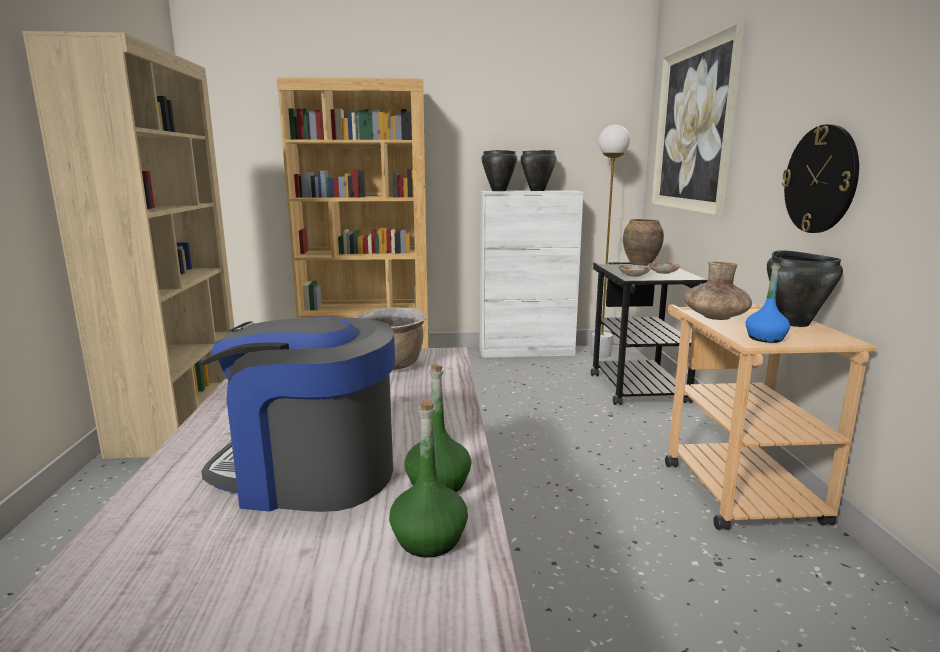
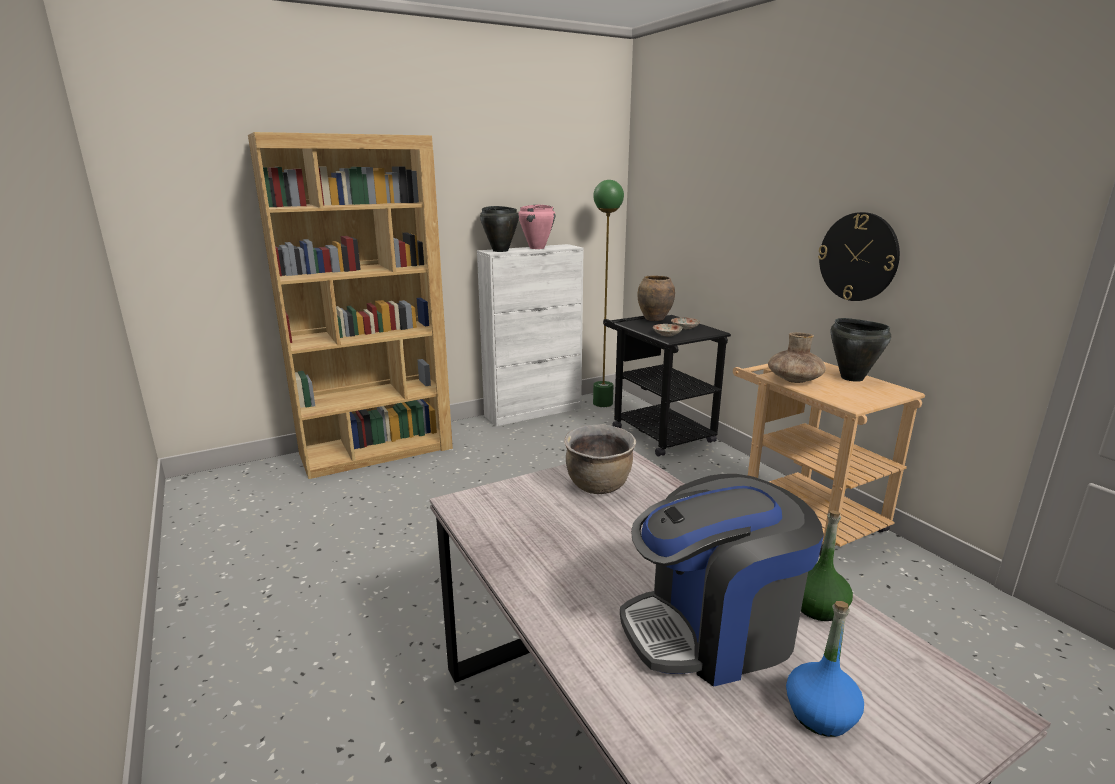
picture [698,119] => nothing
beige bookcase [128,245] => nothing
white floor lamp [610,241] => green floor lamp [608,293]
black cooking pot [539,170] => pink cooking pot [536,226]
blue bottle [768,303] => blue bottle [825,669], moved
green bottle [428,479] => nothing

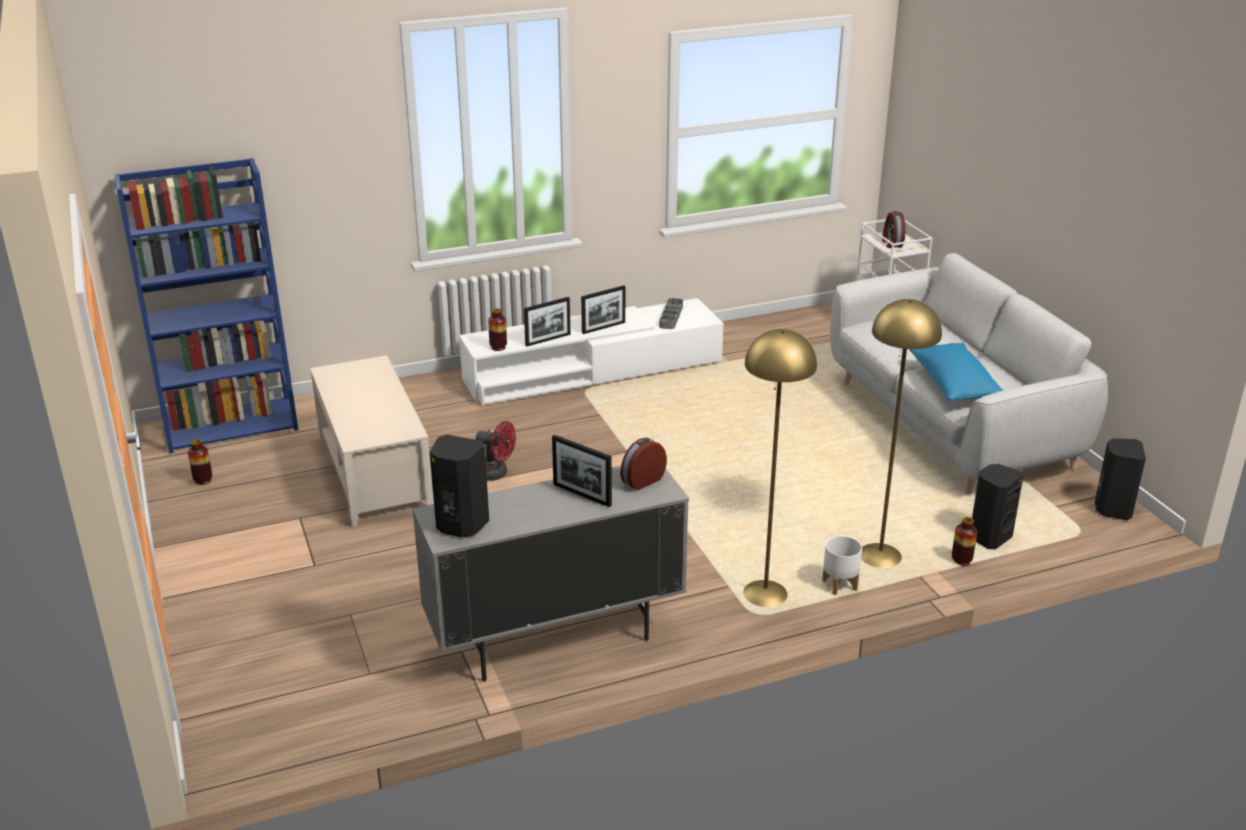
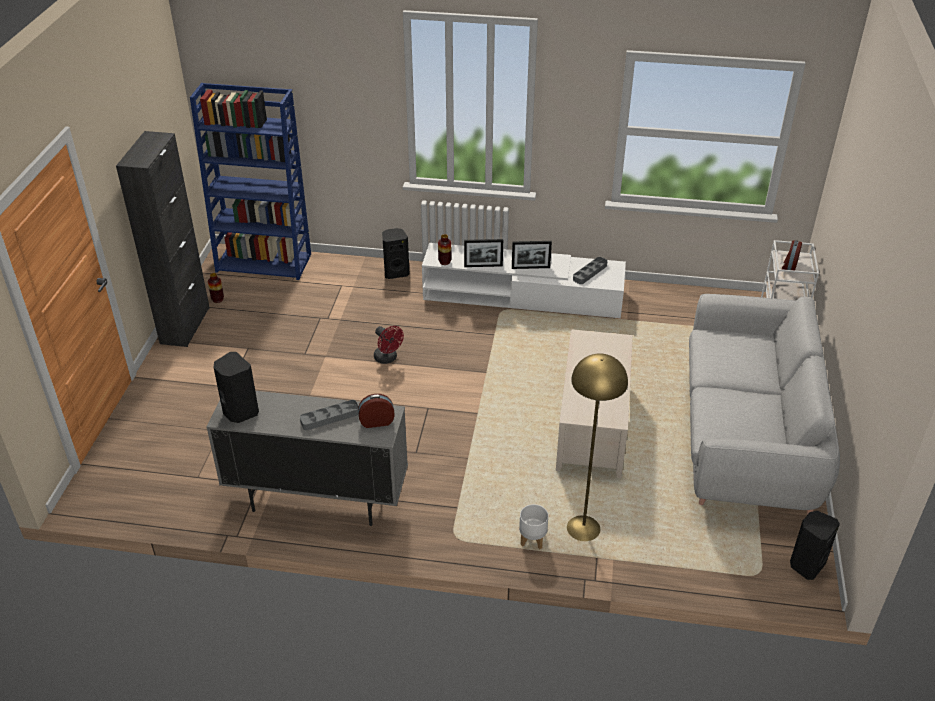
yellow floor lamp [780,468] => nothing
blue pillow [956,372] => nothing
beige coffee table [372,441] => beige coffee table [594,403], moved
picture frame [582,471] => grey tray [329,415]
black speaker [998,506] => black speaker [395,253], moved
vase [964,541] => nothing
nothing => black cabinet [163,239]

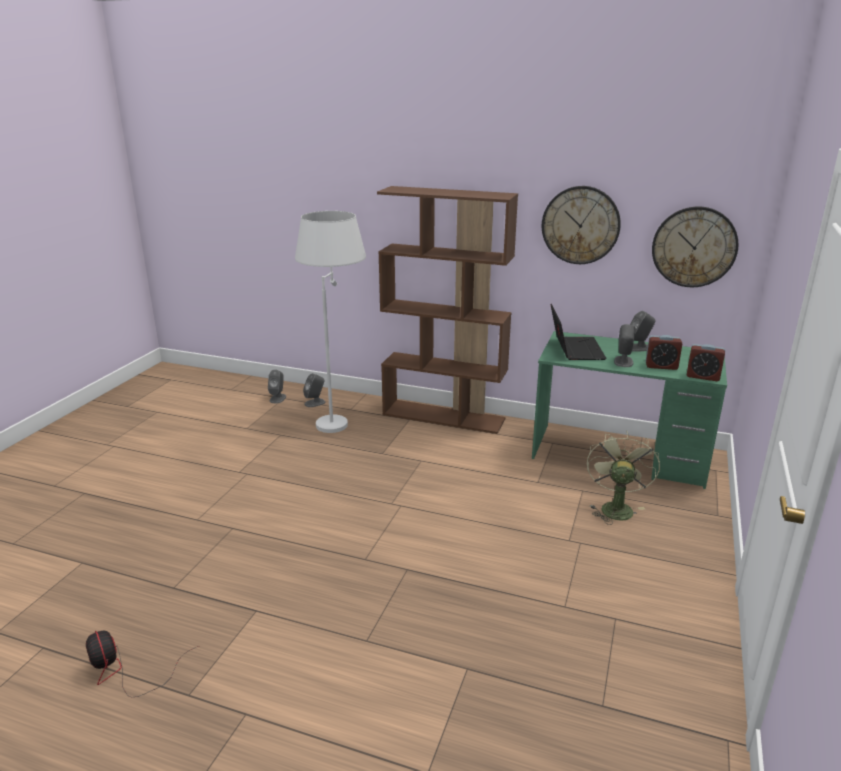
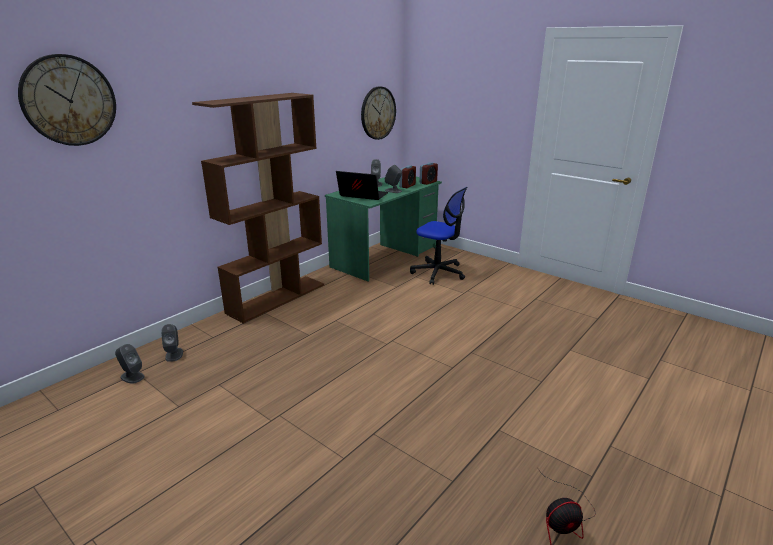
wall clock [581,225] => wall clock [67,100], moved
white floor lamp [330,322] => nothing
green fan [623,478] => office chair [438,236]

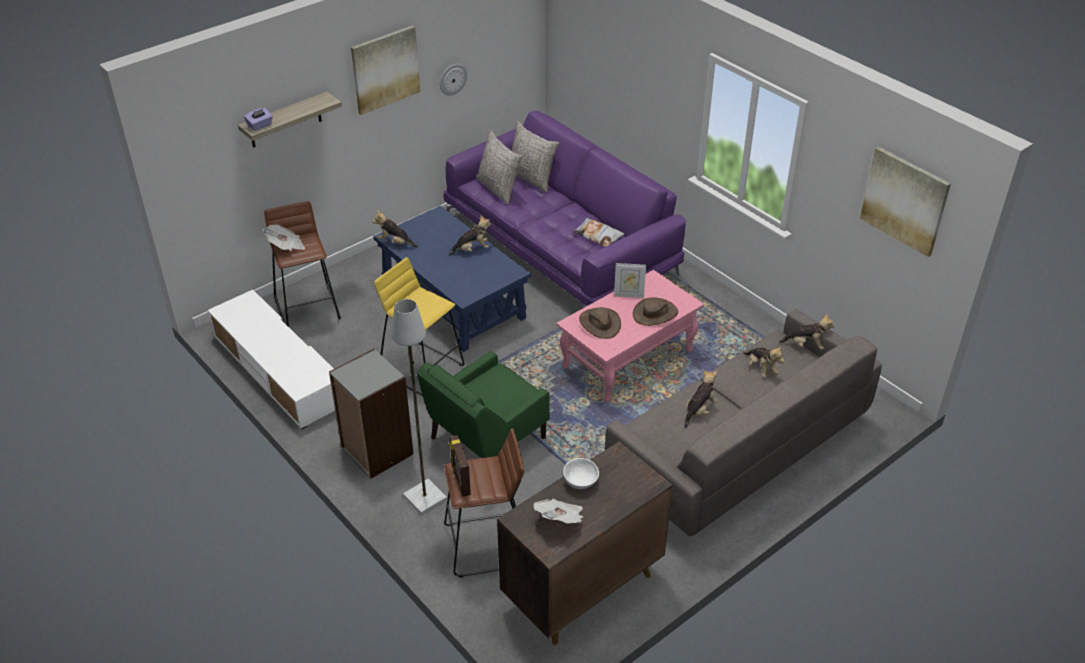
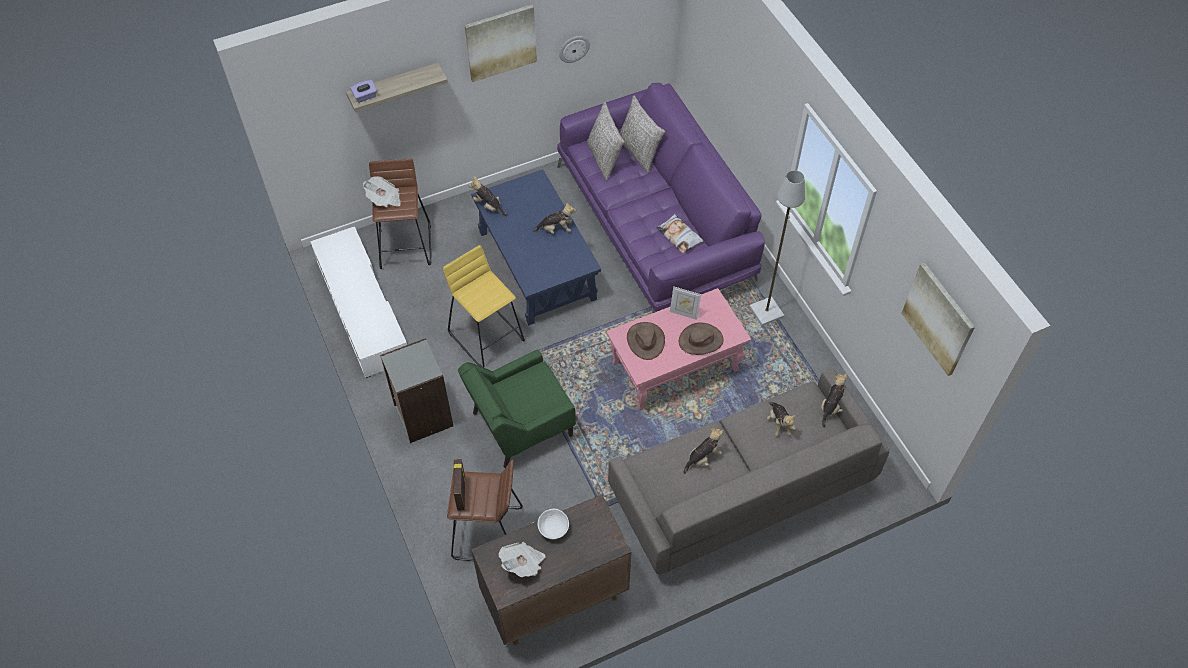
grey floor lamp [419,407] => grey floor lamp [777,248], moved
plush toy [807,331] => plush toy [834,400], 90 degrees counterclockwise

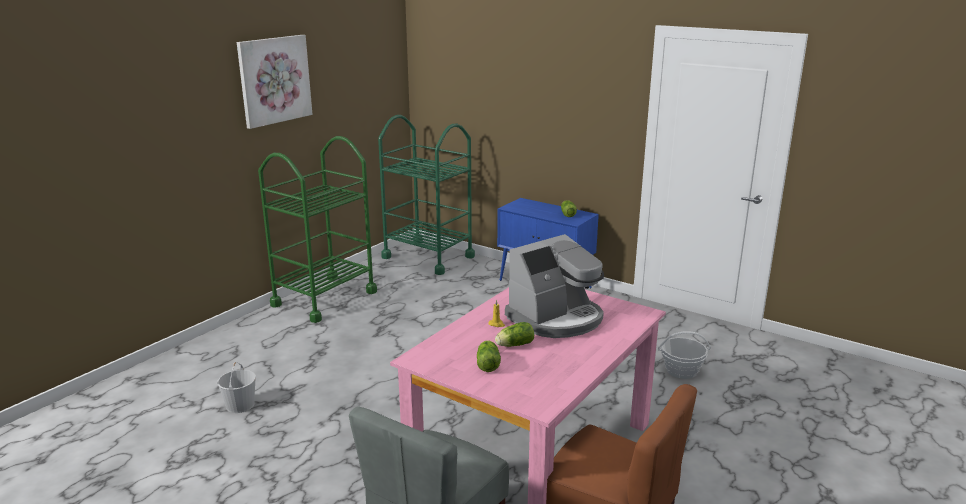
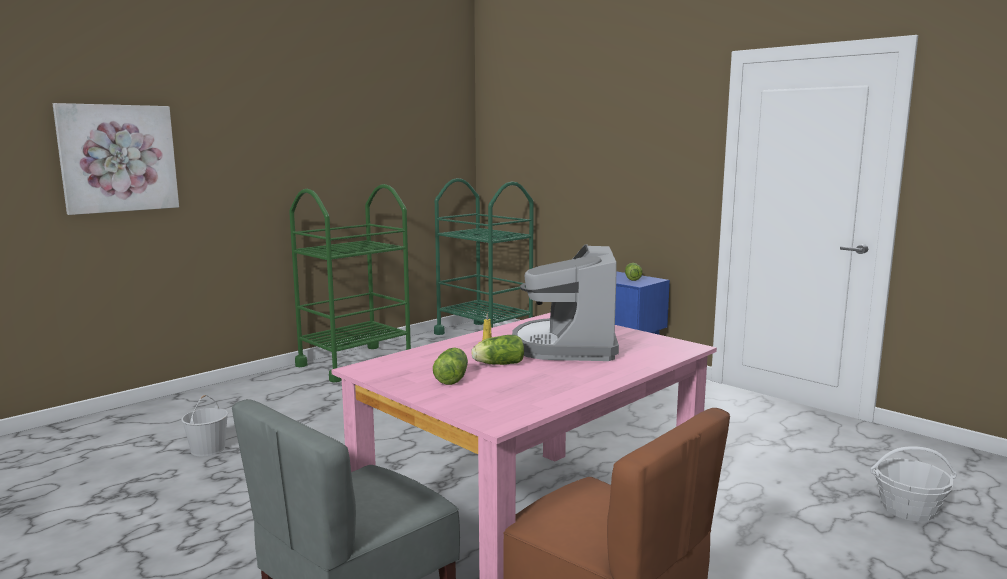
picture [275,82] => picture [116,159], moved
coffee machine [554,286] => coffee machine [565,302], 120 degrees clockwise
basket [684,355] => basket [913,484], moved

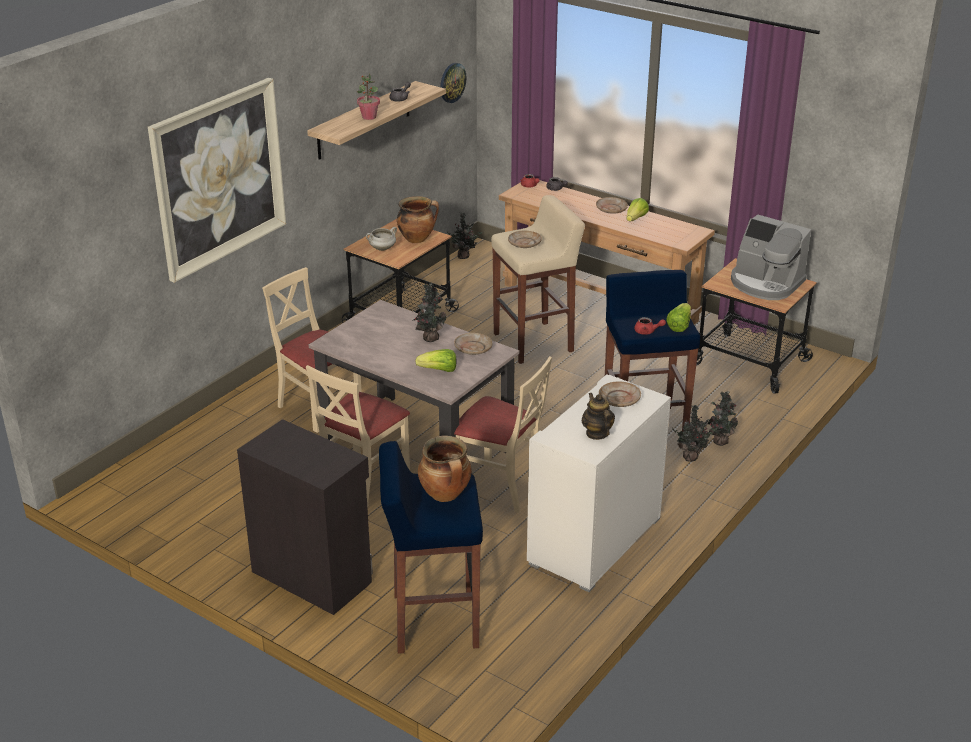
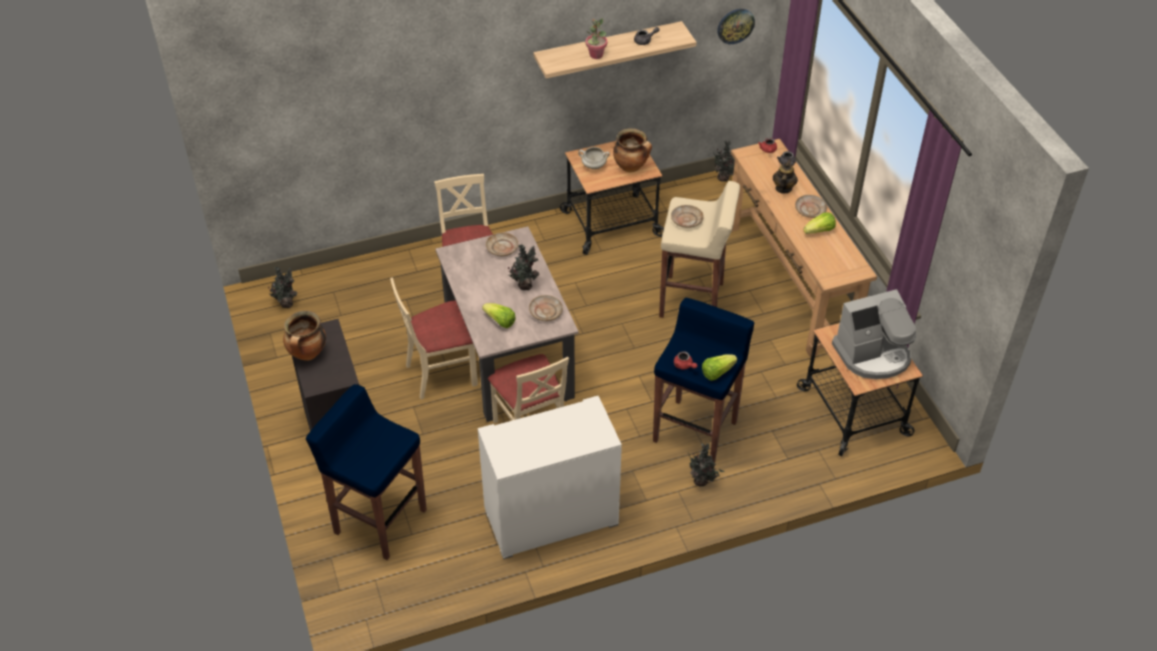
picture [217,180] => nothing
coffee machine [771,257] => coffee machine [874,334], 90 degrees counterclockwise
beige plate [620,394] => beige plate [502,244], moved
potted plant [723,418] => potted plant [282,287], moved
teapot [598,416] => teapot [785,176], moved
cooking pot [445,468] => cooking pot [304,336], moved

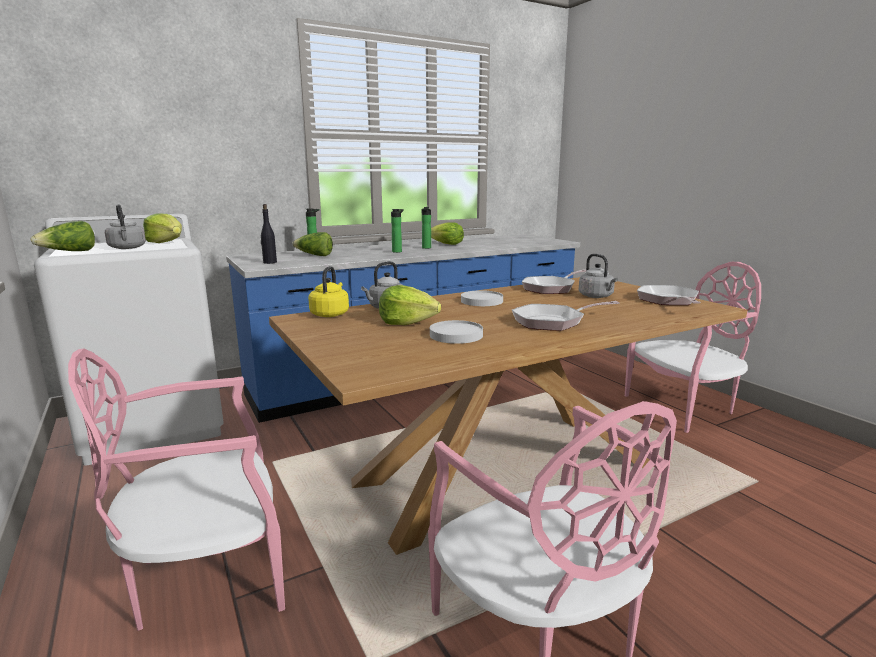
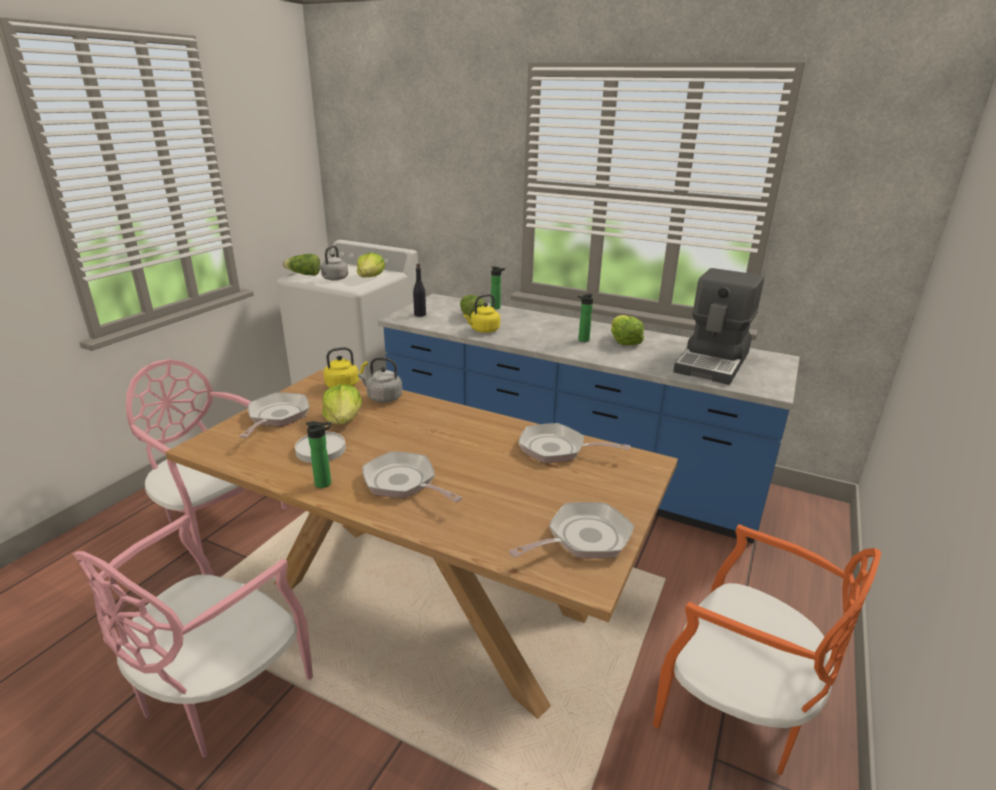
bottle [397,231] => bottle [318,454], moved
grey kettle [598,276] => nothing
pink chair [693,347] => orange chair [767,649]
white plate [482,298] => nothing
nothing => coffee machine [718,326]
nothing => yellow kettle [481,313]
nothing => frying pan [274,415]

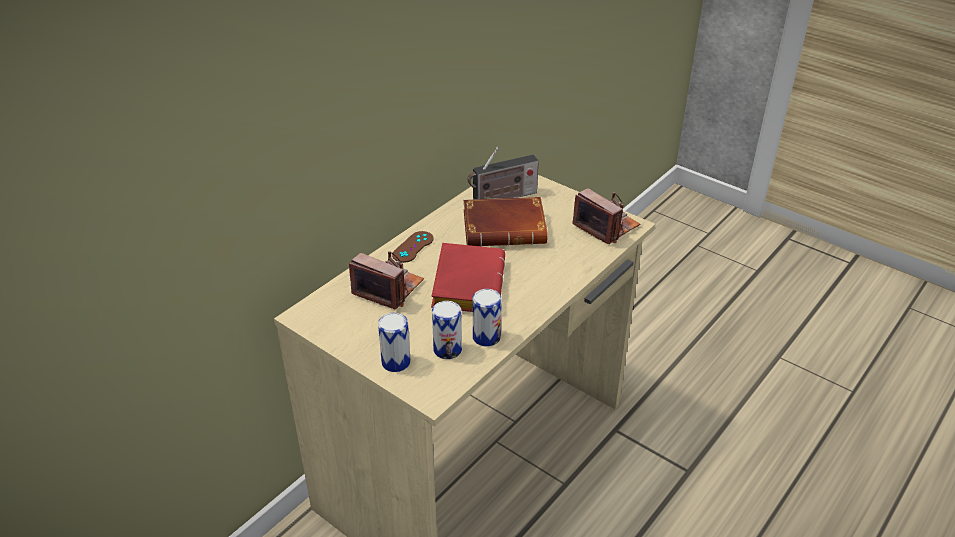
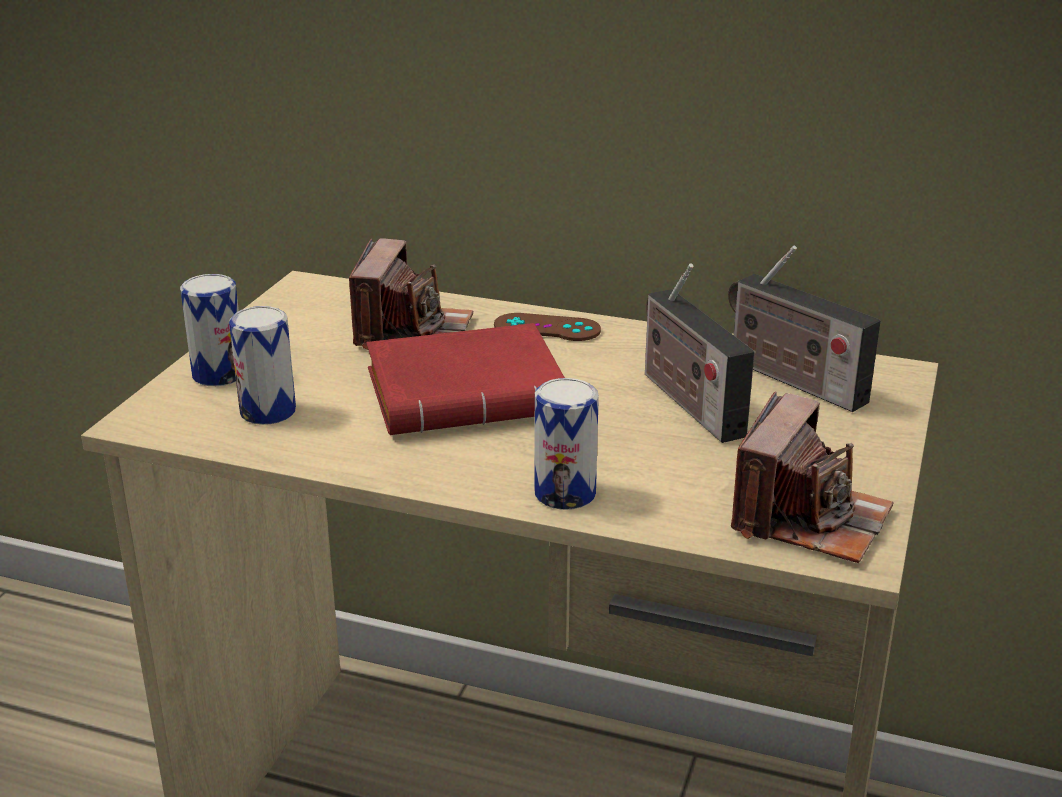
brown book [505,222] => radio [700,353]
can [487,318] => can [567,444], moved

